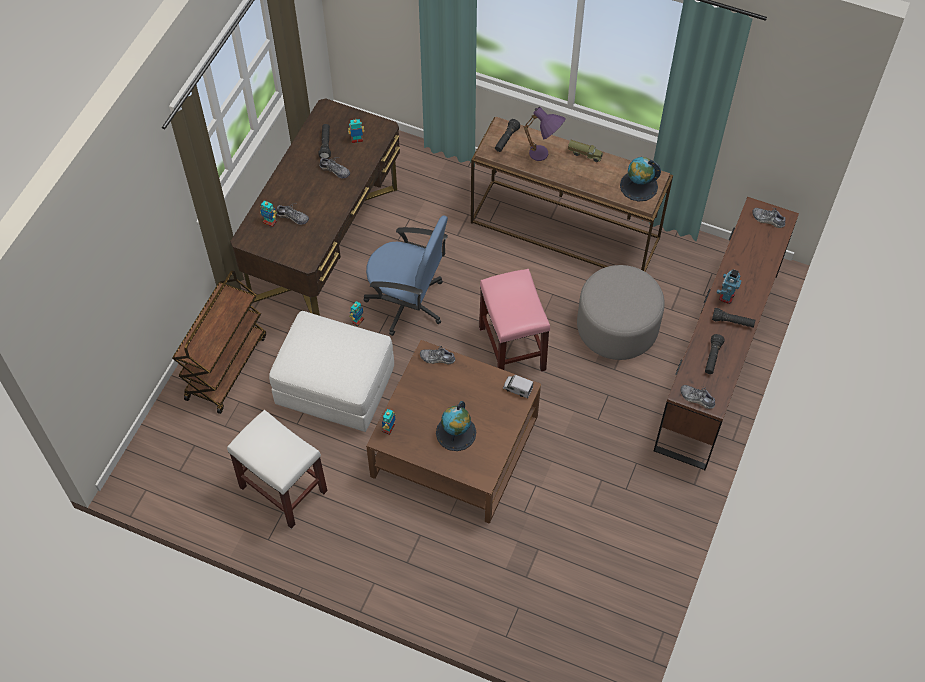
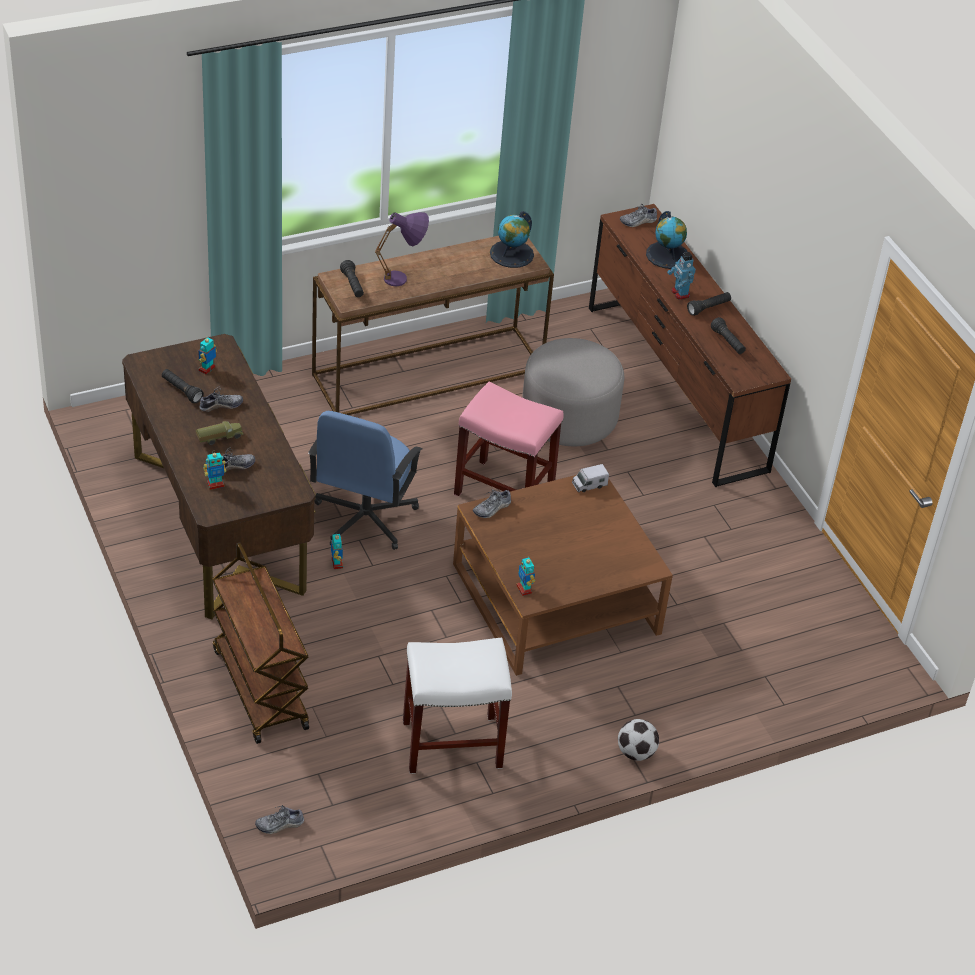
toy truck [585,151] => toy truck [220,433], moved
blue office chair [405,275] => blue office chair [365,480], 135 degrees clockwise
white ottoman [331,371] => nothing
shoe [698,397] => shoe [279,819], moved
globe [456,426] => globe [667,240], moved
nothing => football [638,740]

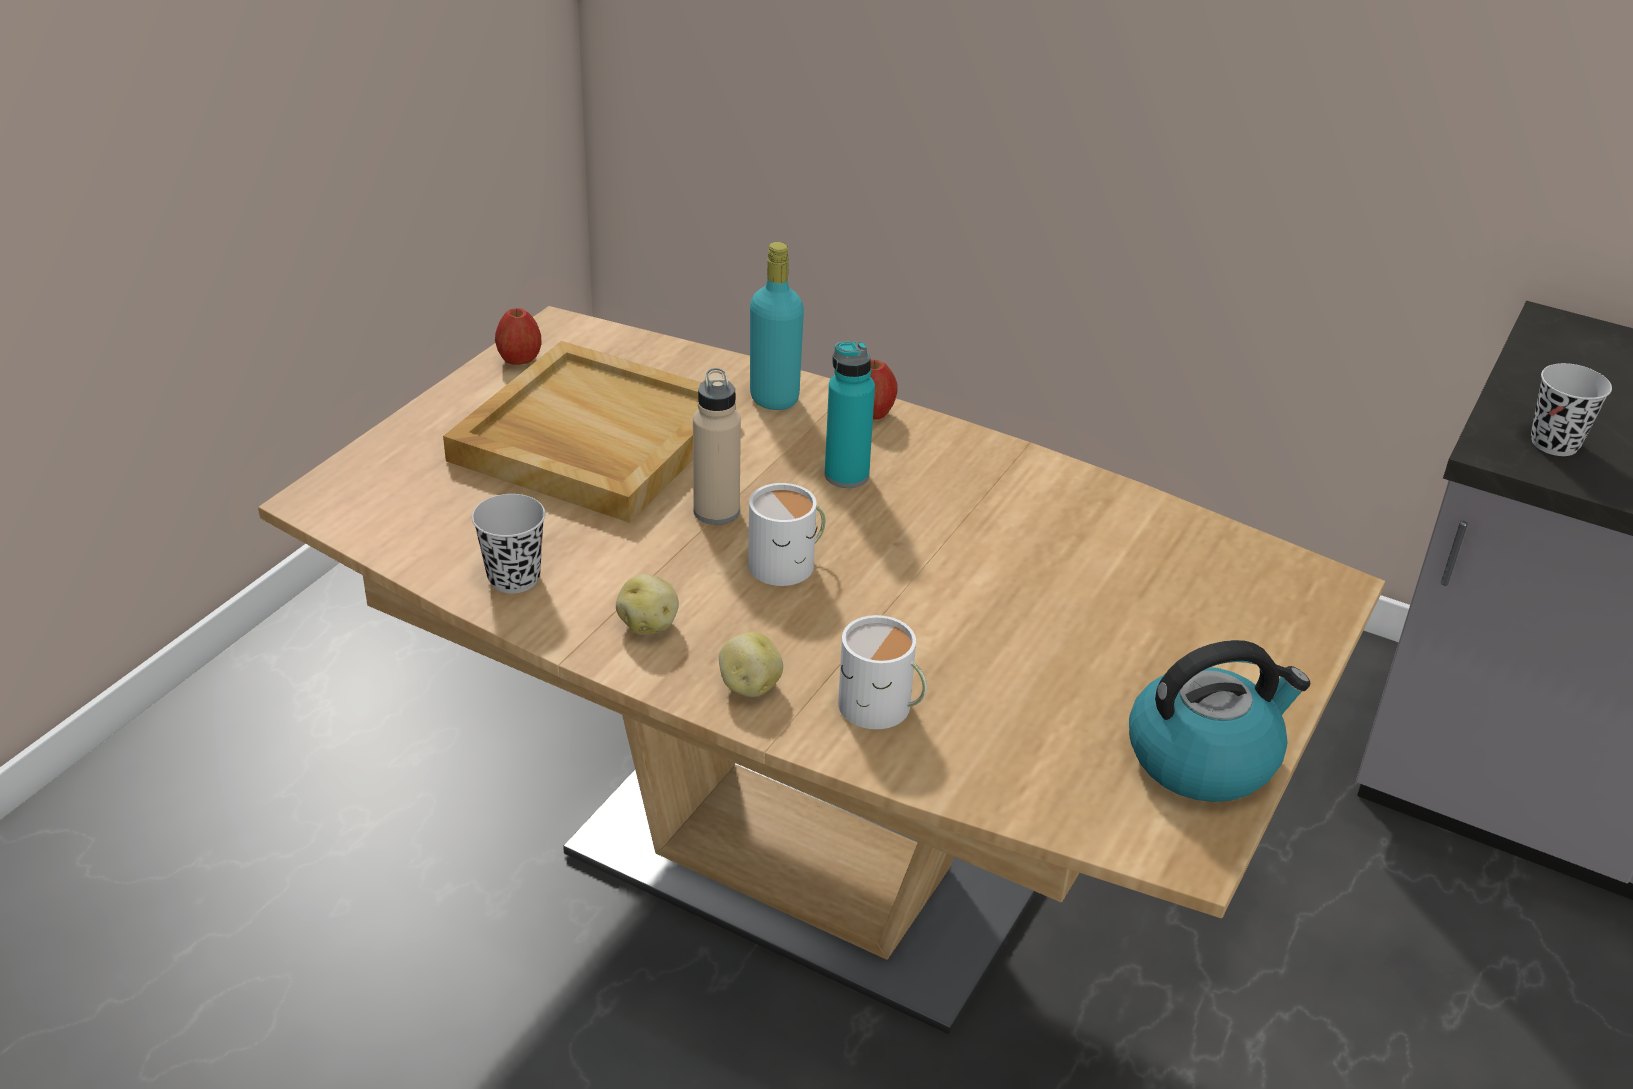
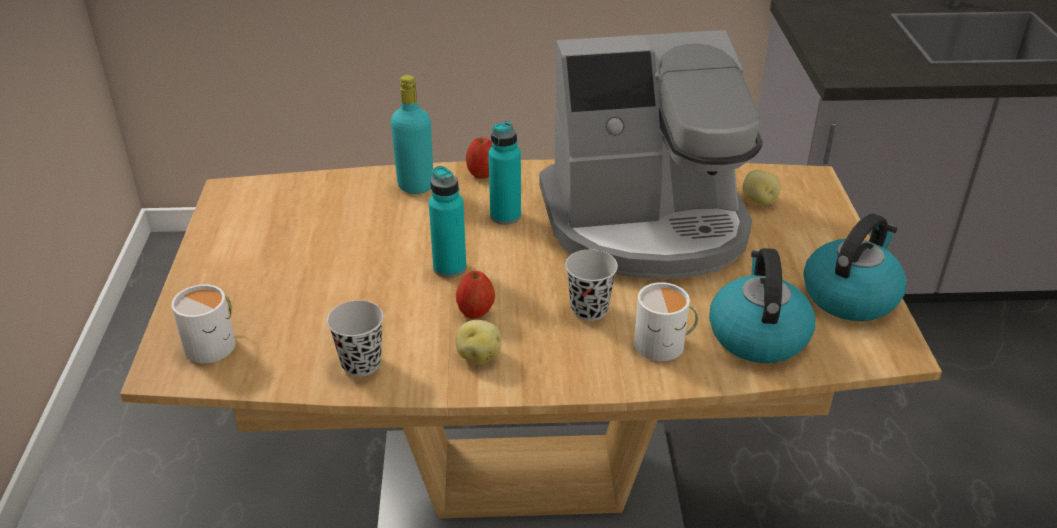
apple [518,336] => apple [475,295], moved
beige tray [589,432] => nothing
black cup [1571,409] => black cup [591,285], moved
beige bottle [717,446] => turquoise bottle [447,222]
white mug [787,534] => white mug [203,323], moved
potato [751,664] => potato [761,187], moved
nothing => coffee machine [651,154]
nothing => kettle [762,305]

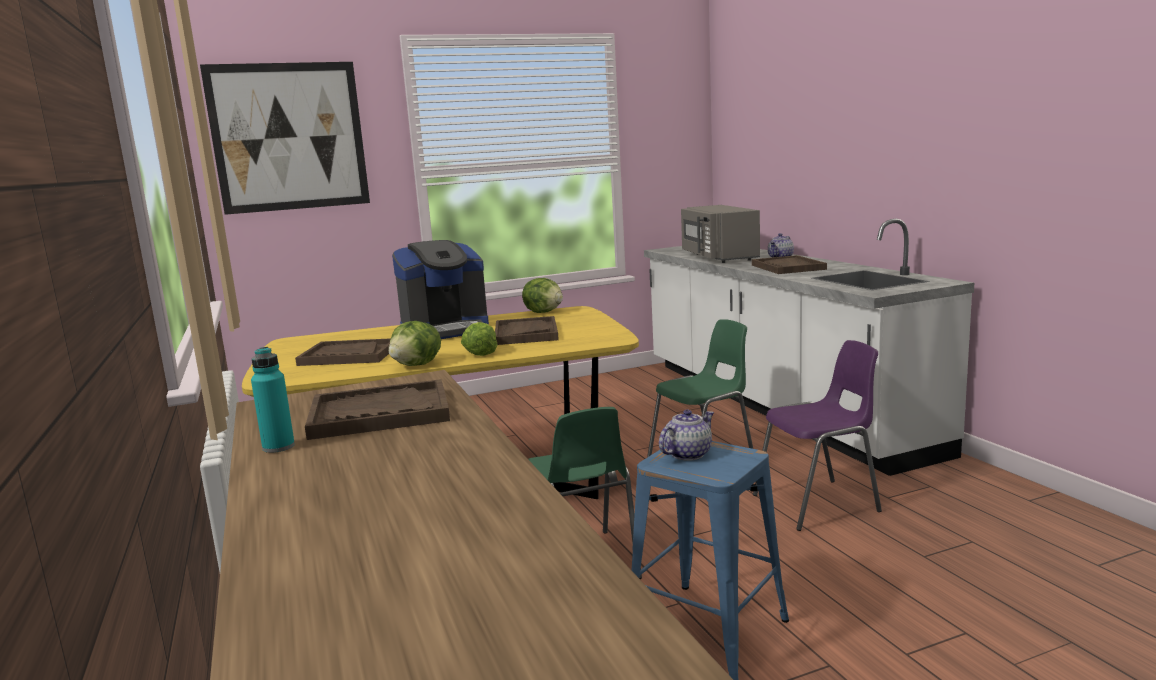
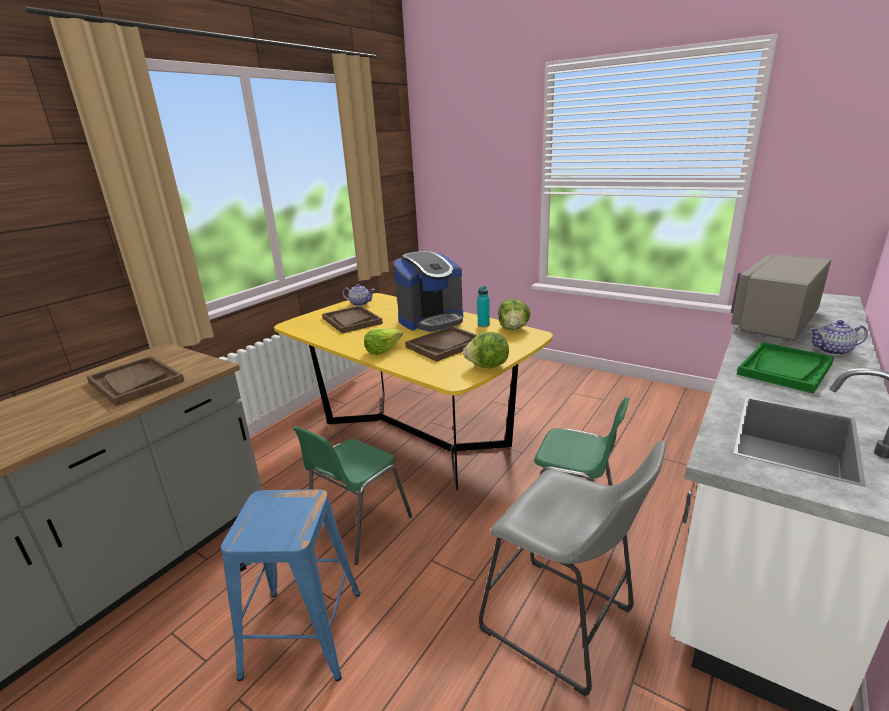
picture [285,138] => nothing
coffee machine [440,289] => coffee machine [428,291], 60 degrees counterclockwise
brown tray [789,264] => green tray [785,368]
lettuce [415,343] => lettuce [486,350], moved
purple chair [817,435] => grey stool [572,568]
turquoise bottle [273,400] => turquoise bottle [483,306], moved
teapot [686,435] => teapot [358,295], moved

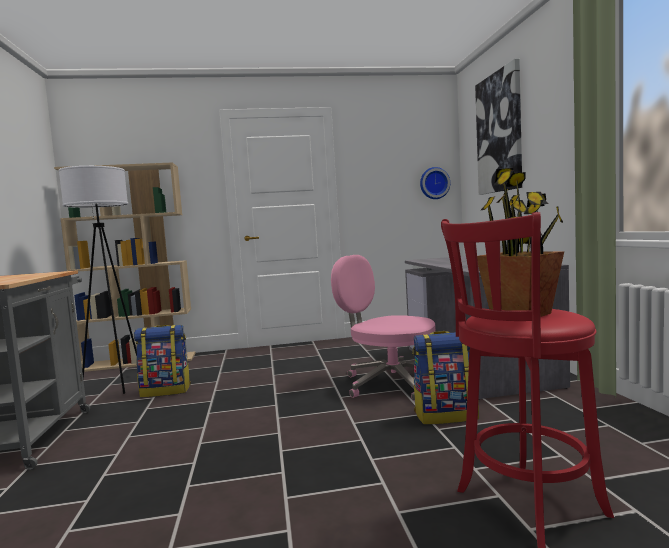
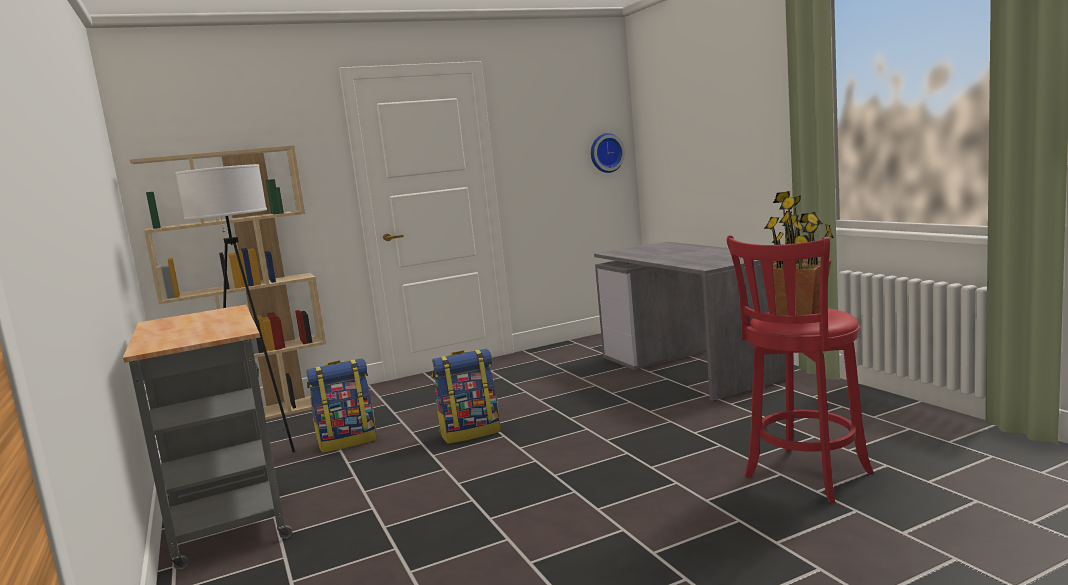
picture [498,127] => nothing
pink office chair [383,328] => nothing
backpack [445,377] => backpack [466,396], moved

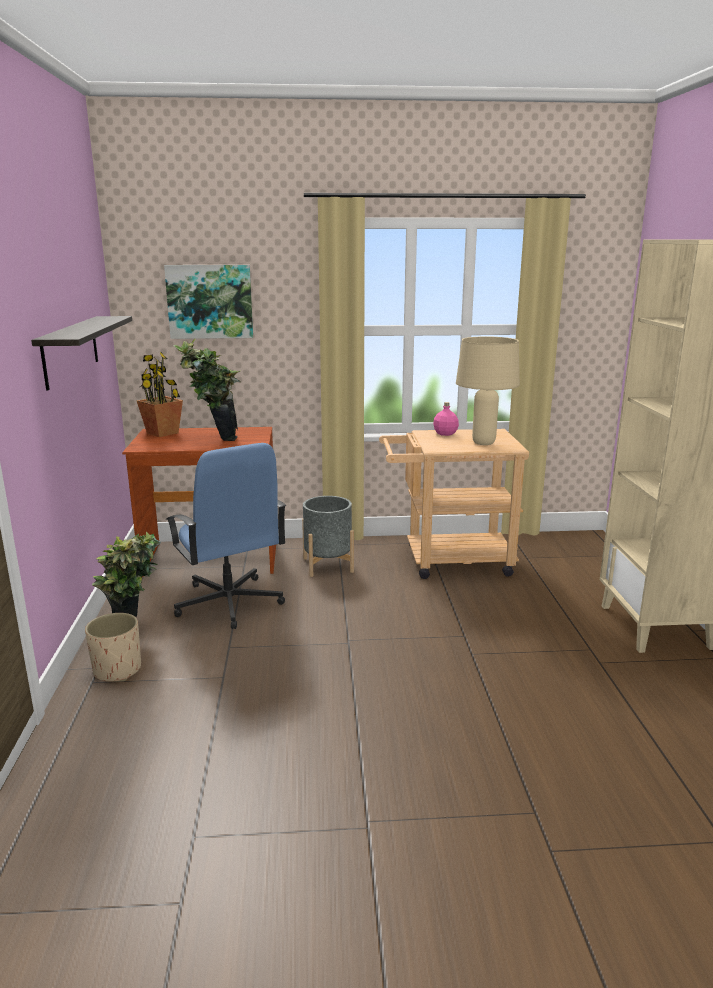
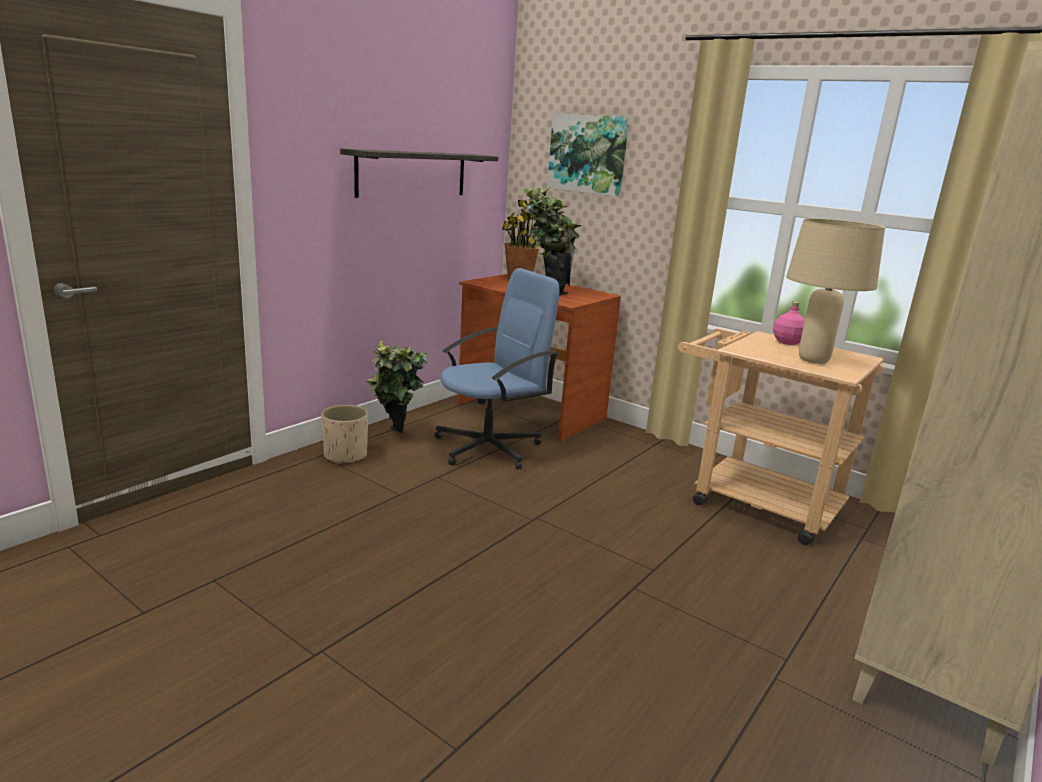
blue office chair [226,536] => blue office chair [497,369], 135 degrees counterclockwise
grey planter [328,536] => nothing

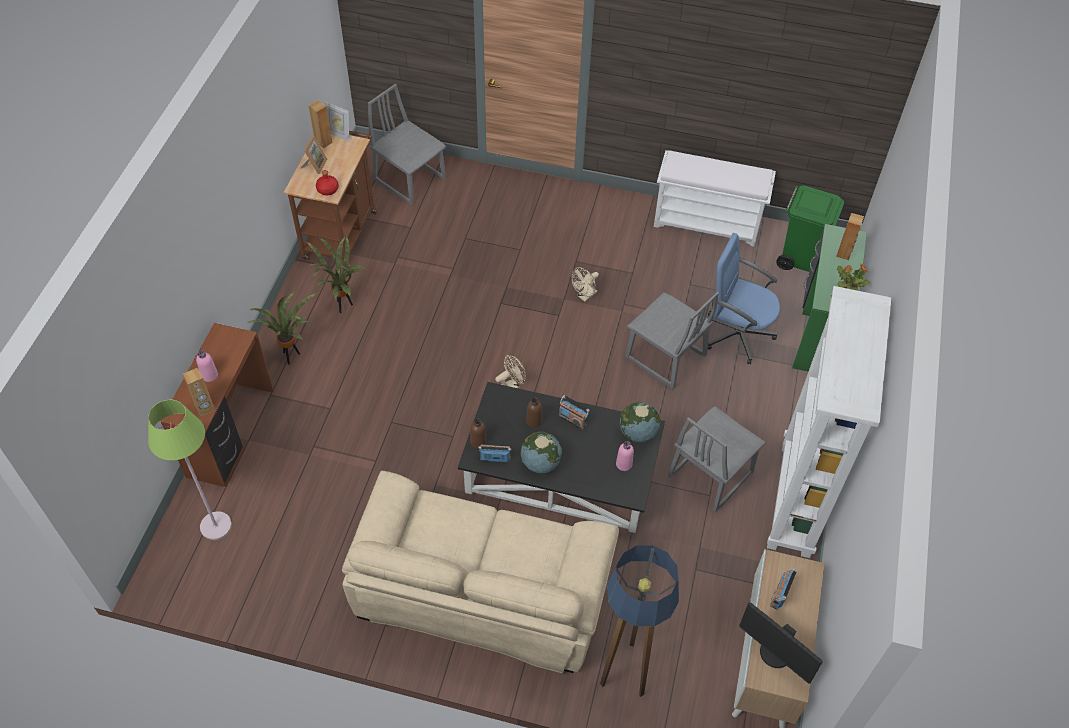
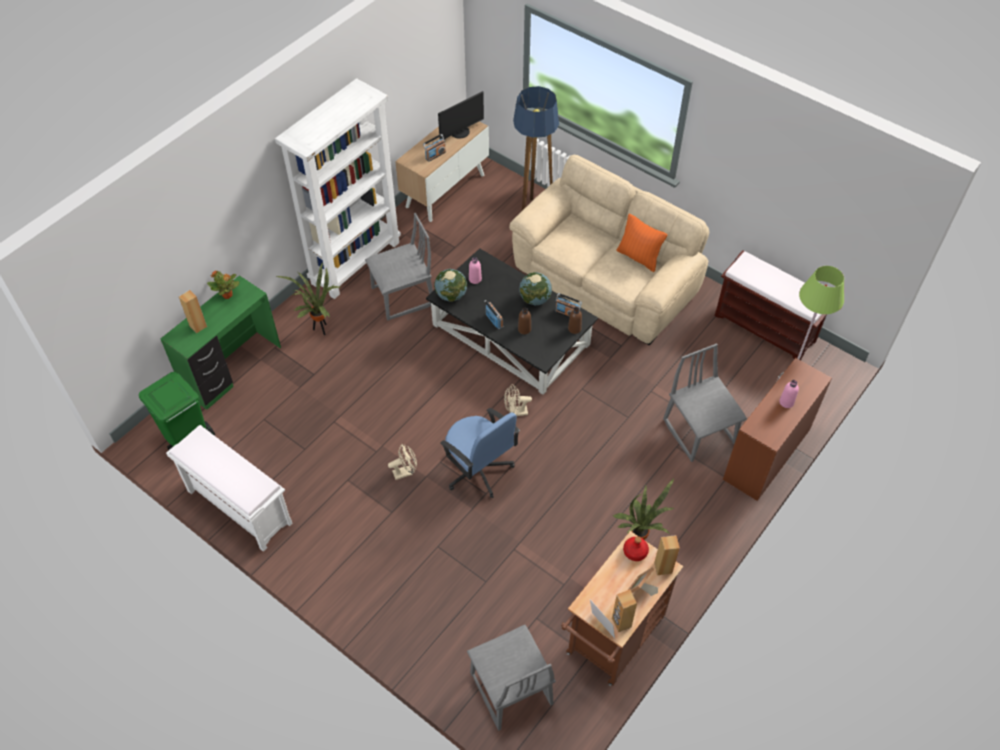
blue office chair [744,298] => blue office chair [480,453], moved
potted plant [283,327] => potted plant [307,298], moved
grey chair [672,340] => grey chair [705,402], moved
brown speaker [198,392] => brown speaker [667,555], moved
monitor [781,643] => monitor [461,115], 75 degrees clockwise
nothing => orange pillow [642,242]
nothing => brown bench [771,305]

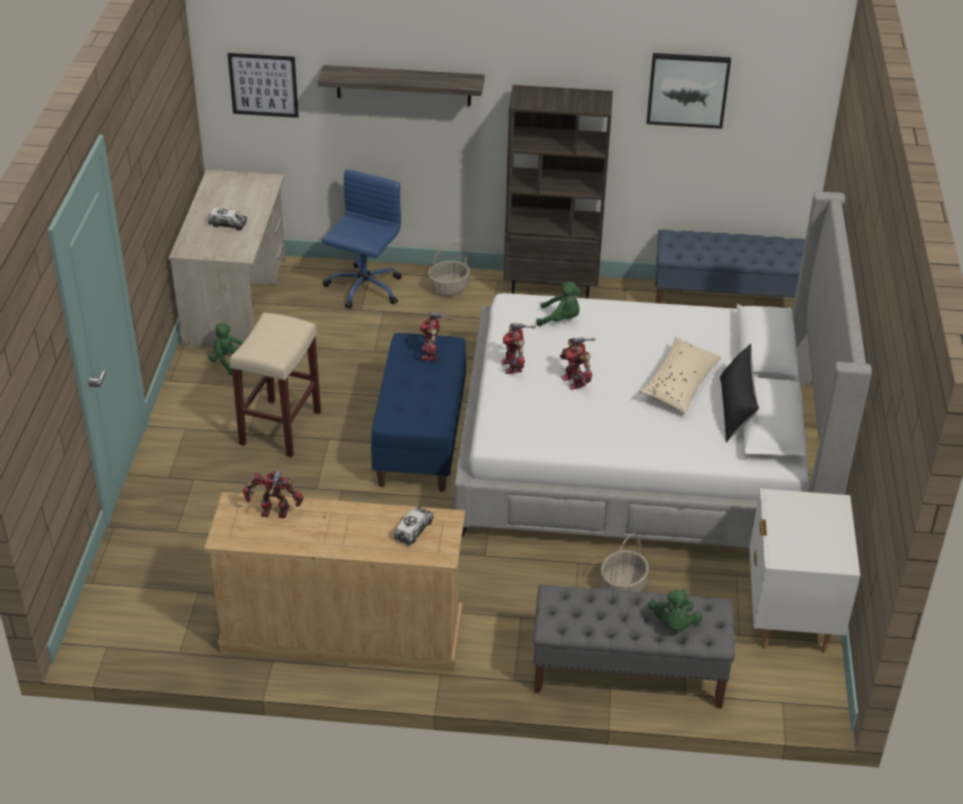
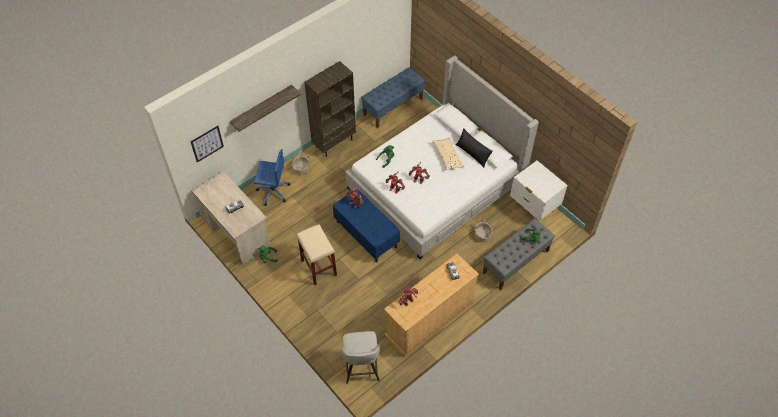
picture [688,91] => nothing
blue office chair [362,239] => blue office chair [272,177], 120 degrees clockwise
nothing => grey stool [361,357]

